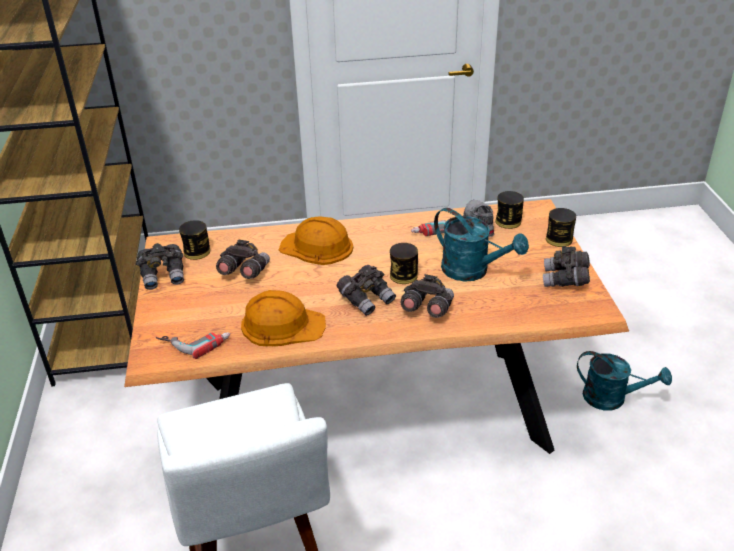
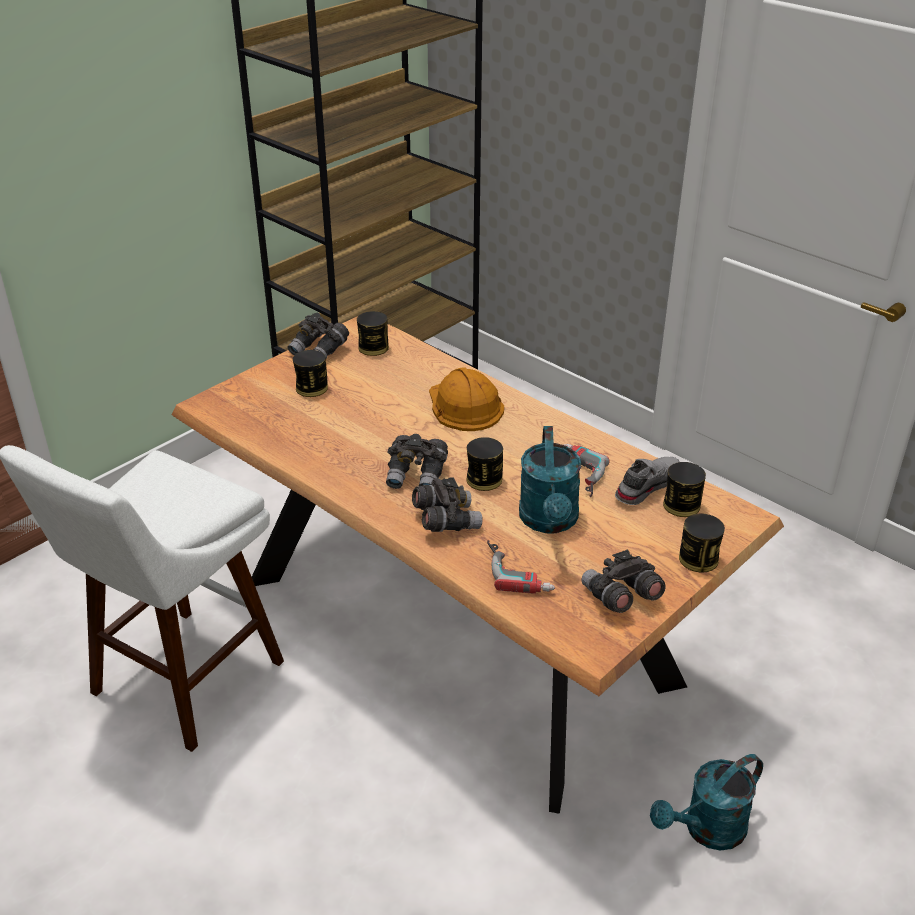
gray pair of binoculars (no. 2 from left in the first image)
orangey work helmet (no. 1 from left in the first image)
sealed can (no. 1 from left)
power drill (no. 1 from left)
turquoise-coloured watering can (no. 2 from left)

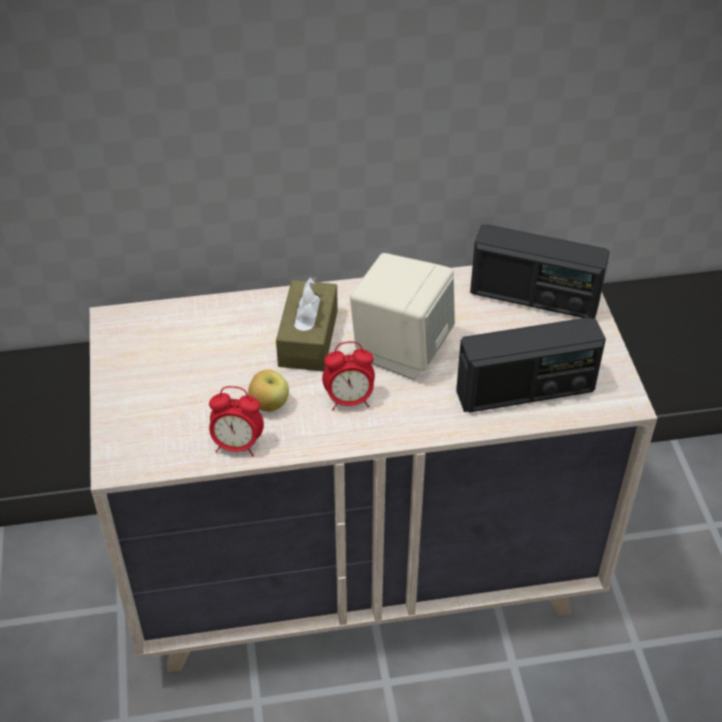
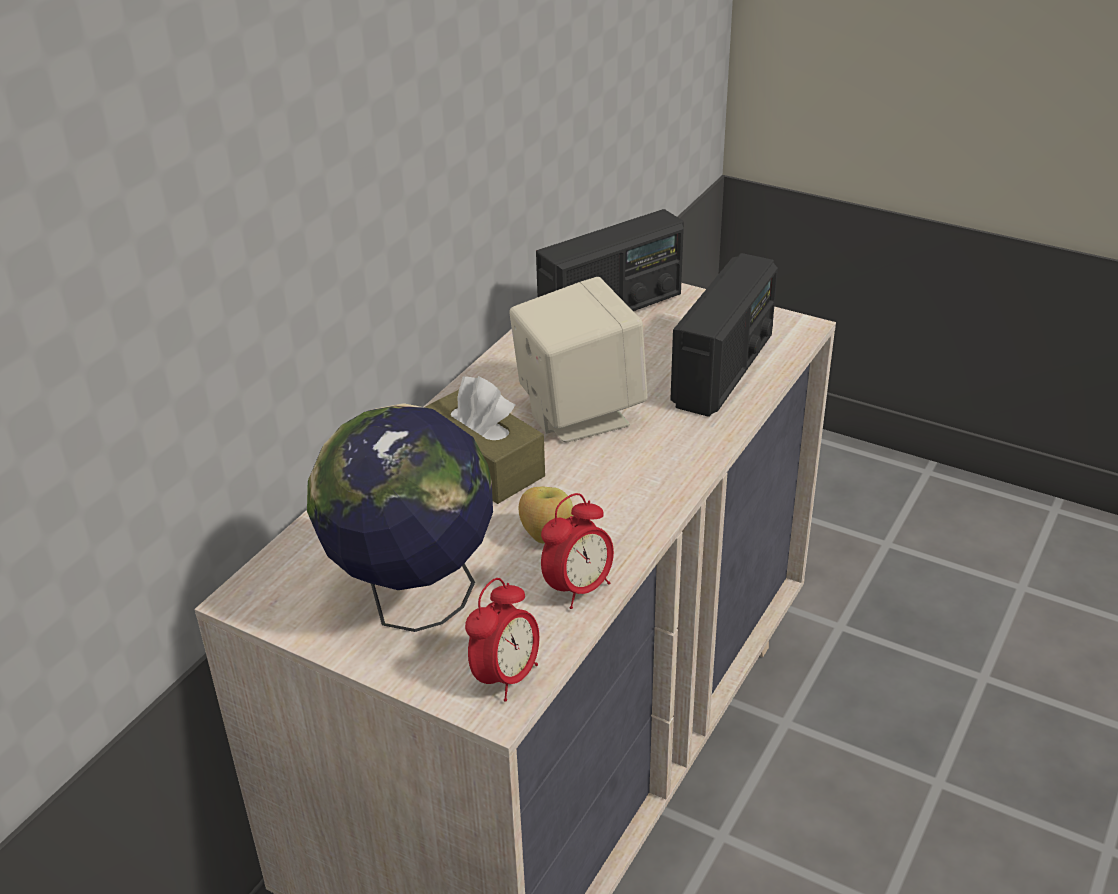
world globe
table clock (no. 1 from left)

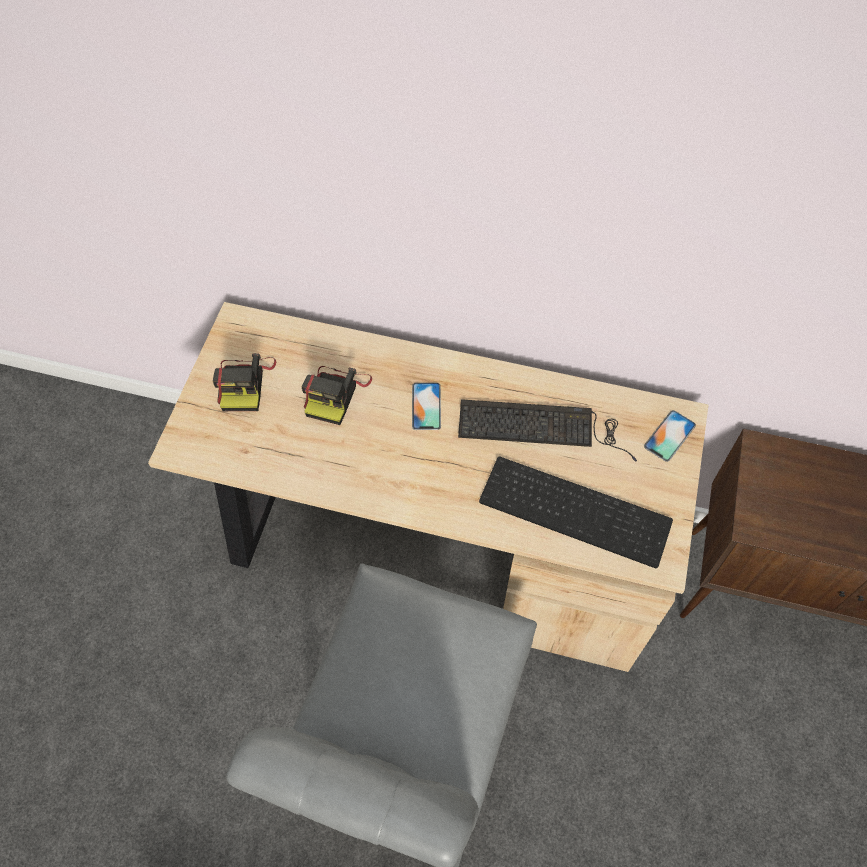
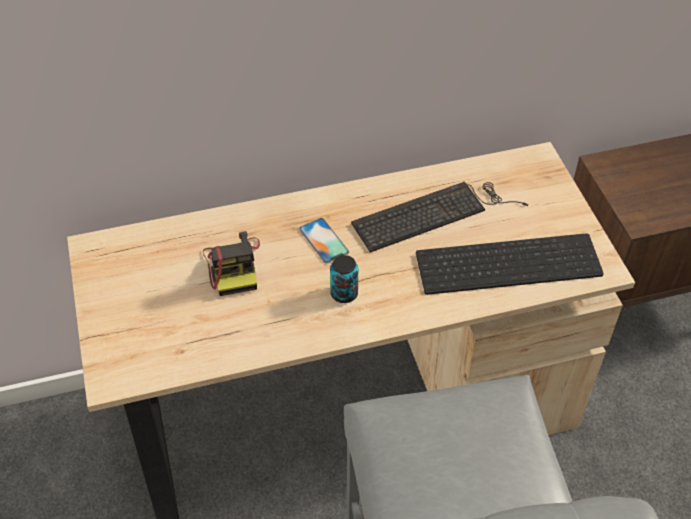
still camera (no. 1 from left in the first image)
telephone (no. 2 from left in the first image)
sealed can

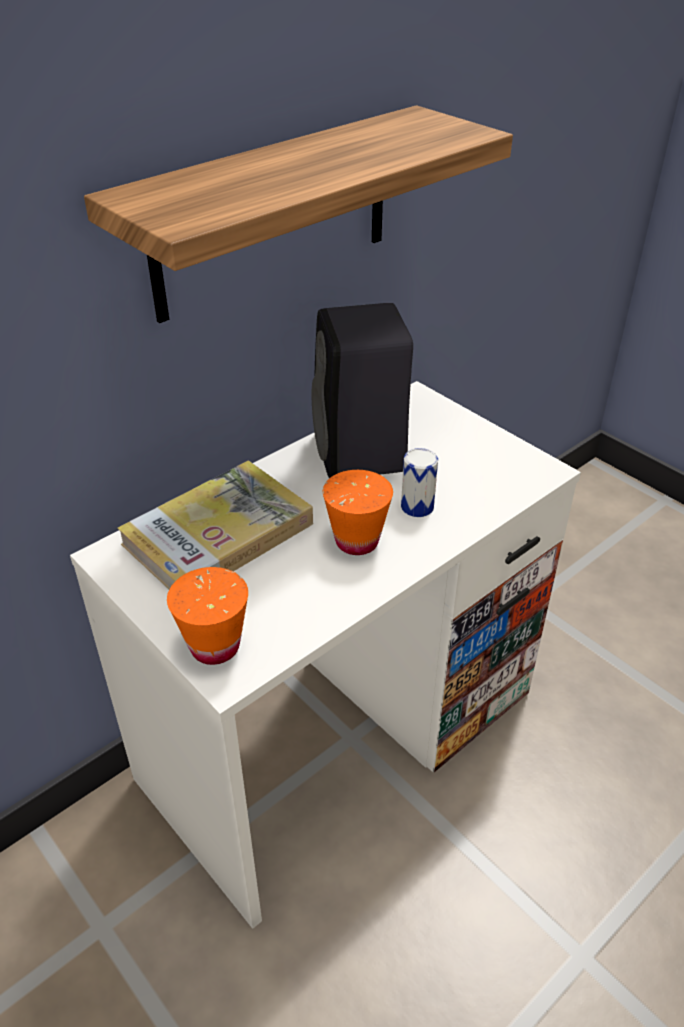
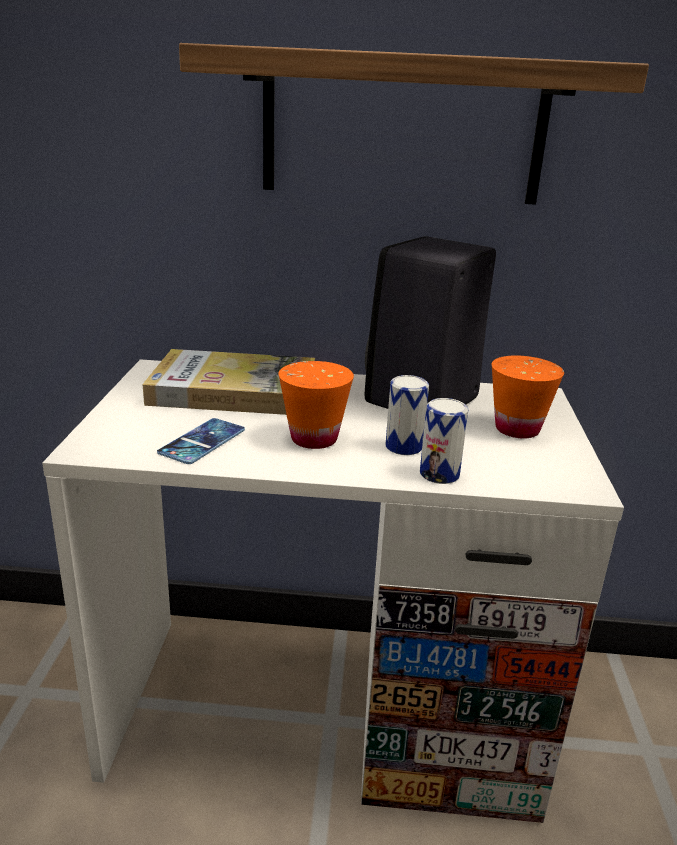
telephone
sealed can (no. 2 from left)
orangey drinking cup (no. 2 from left)

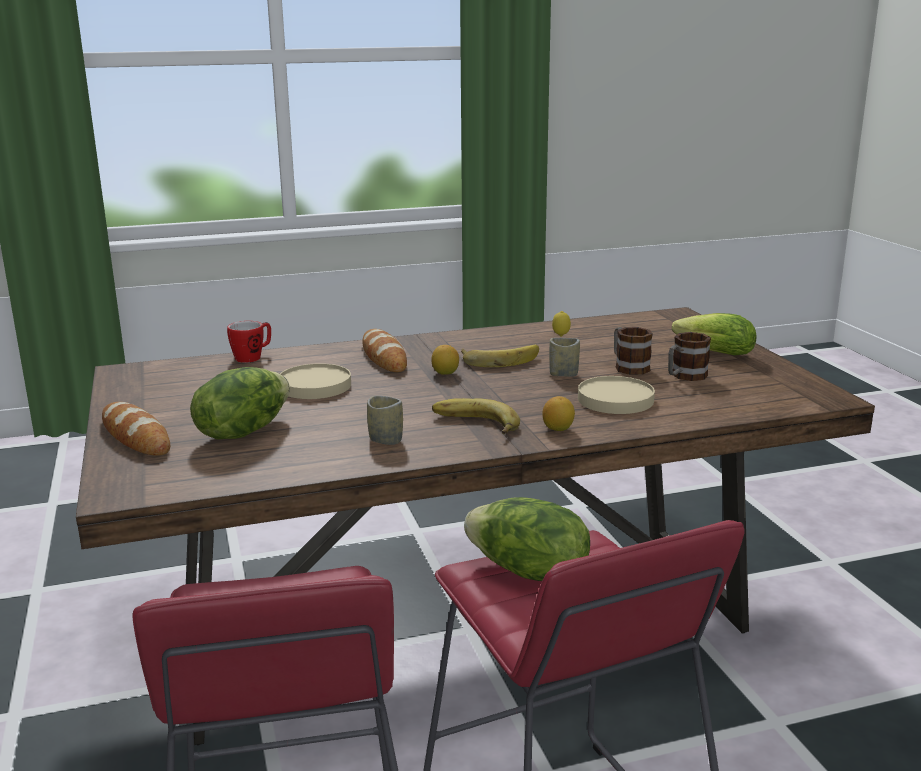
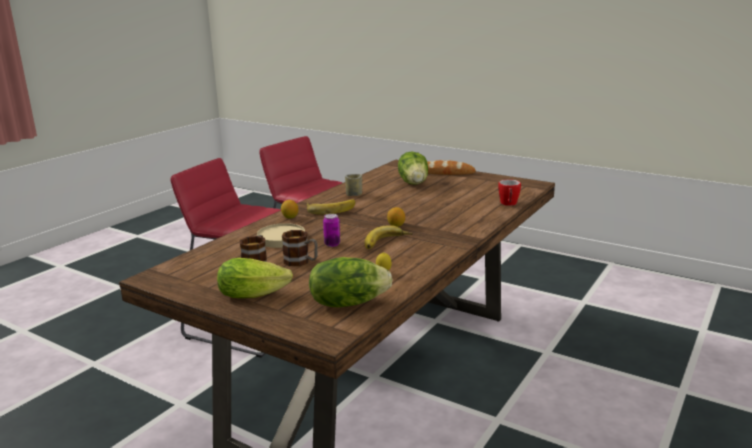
beige-coloured plate (no. 1 from left in the first image)
bakery bread (no. 2 from left in the first image)
lettuce head (no. 2 from left)
sealed can

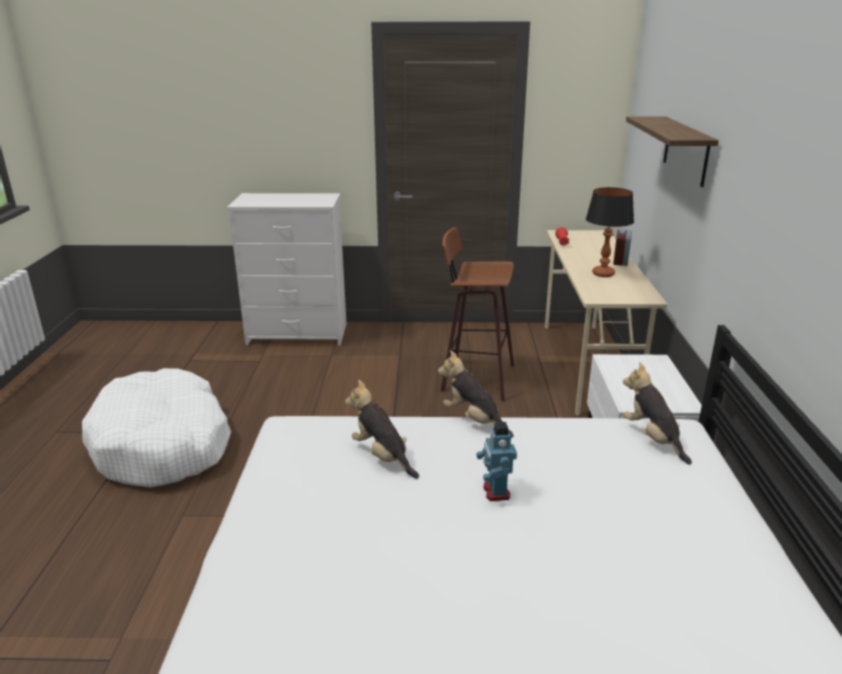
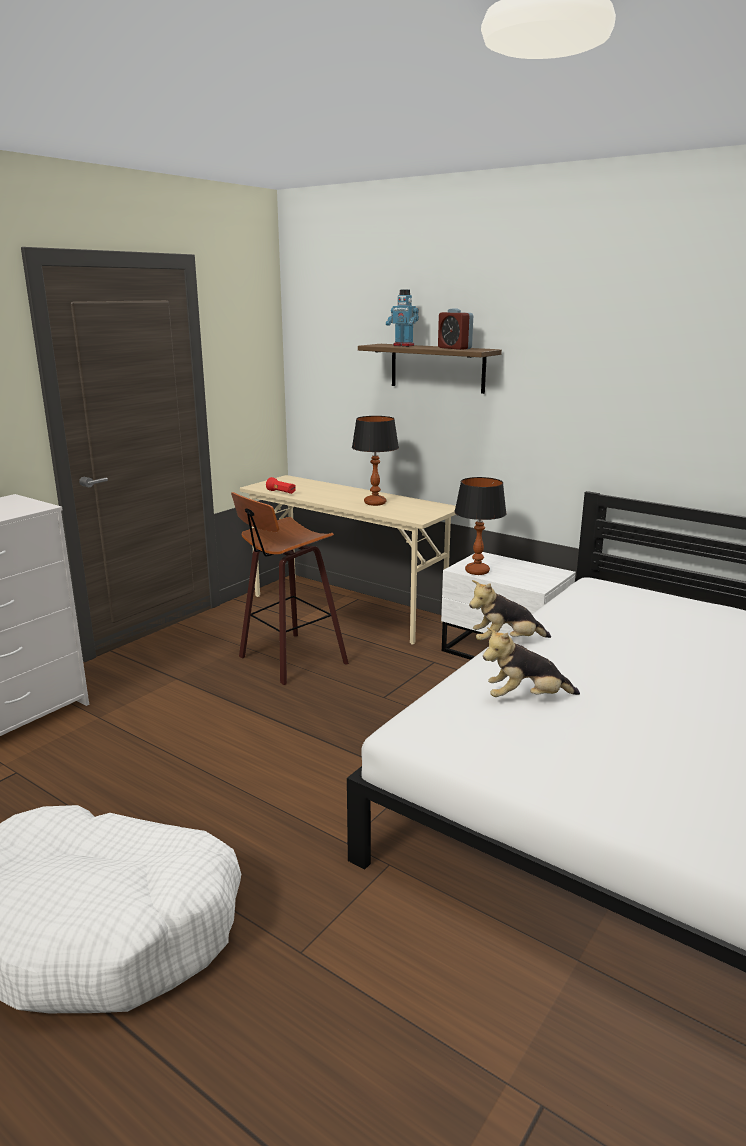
soft toy (no. 3 from left in the first image)
lamp for a table (no. 2 from left)
model robot
table clock

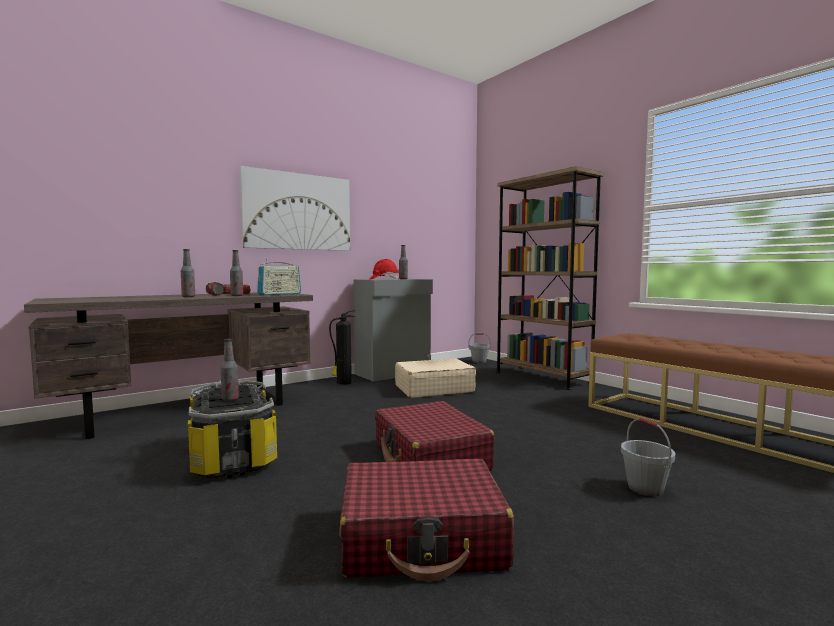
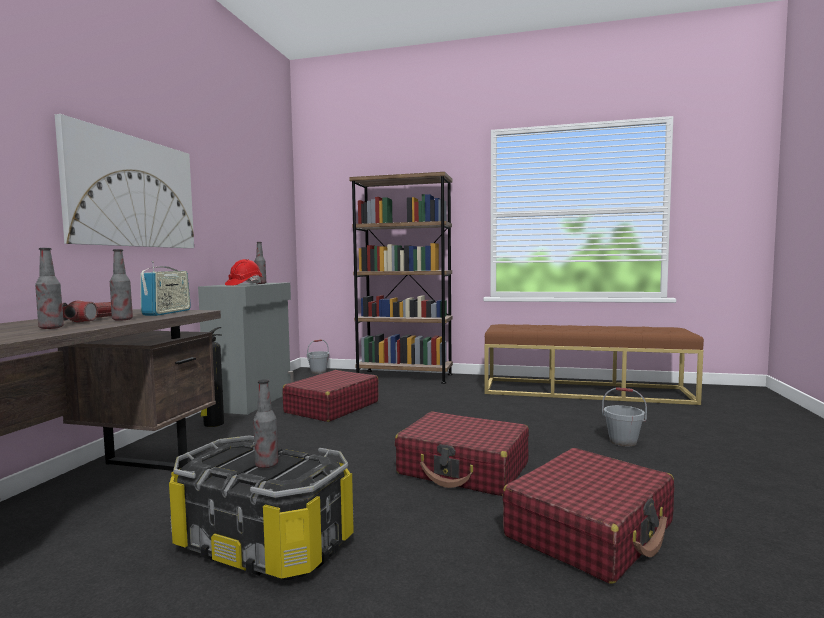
red-coloured travel case (no. 1 from left)

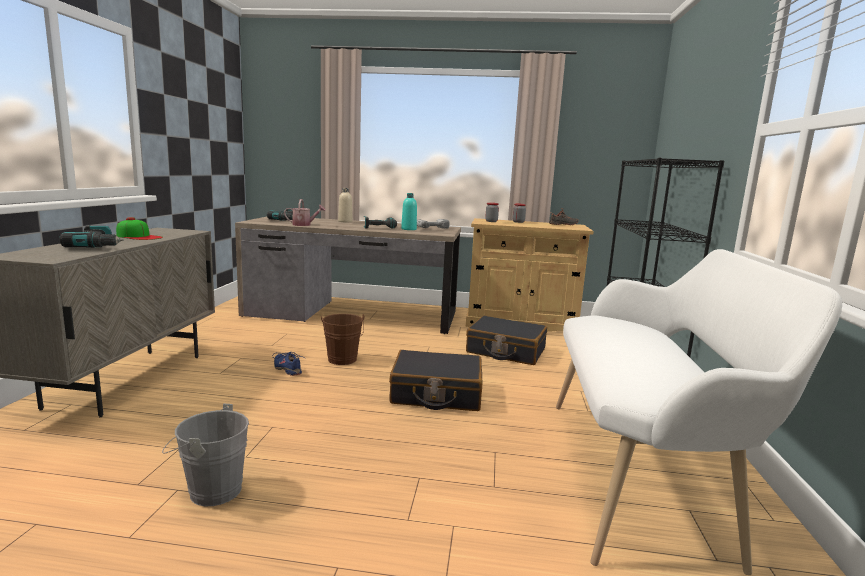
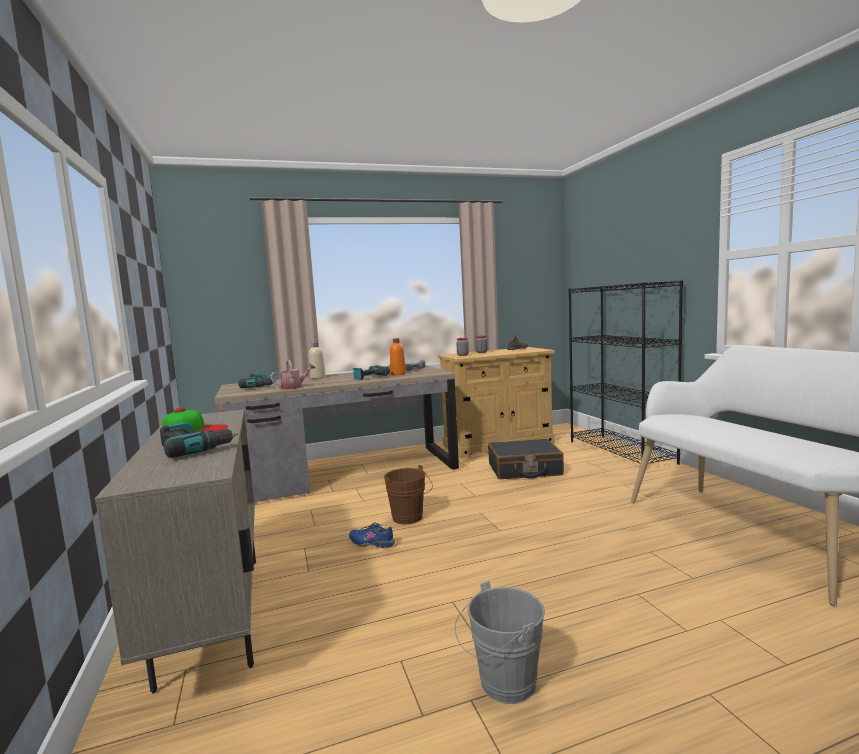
black travel case (no. 1 from left in the first image)
orangey bottle

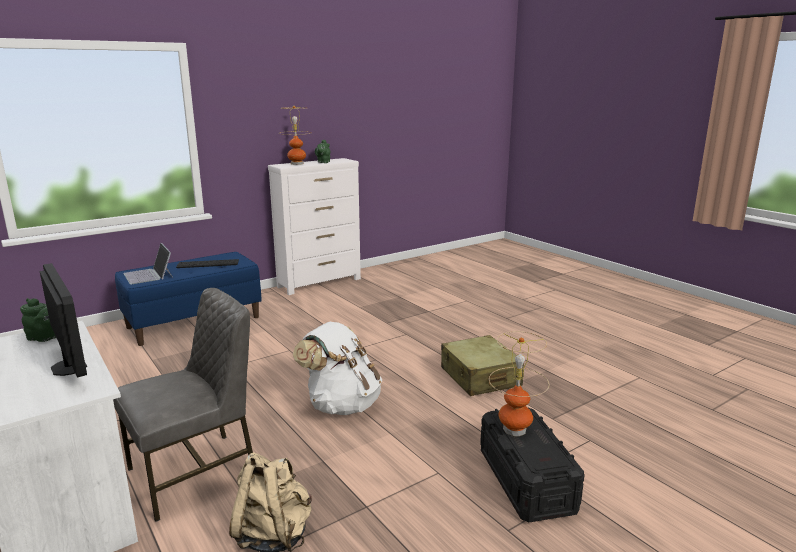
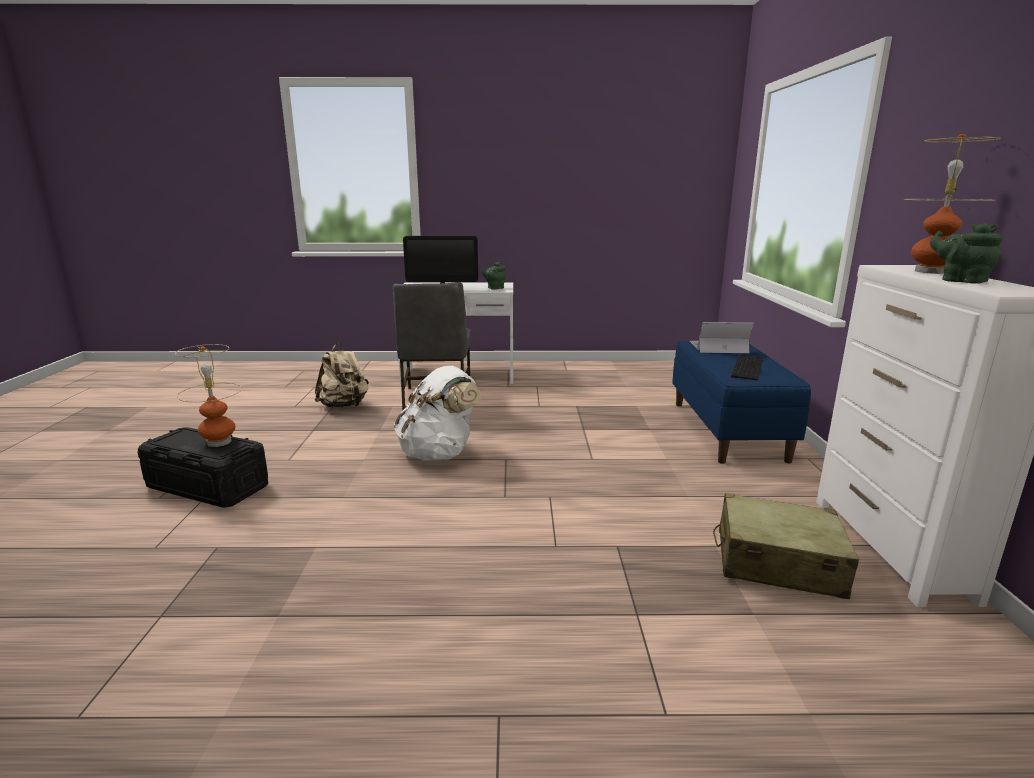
beige-coloured travel case

